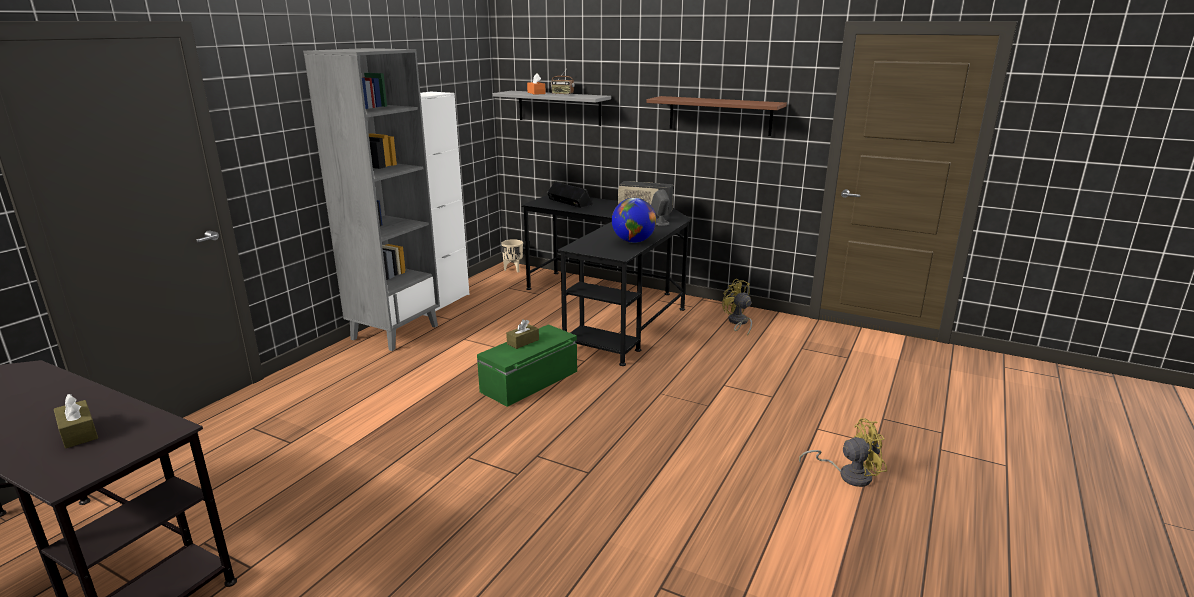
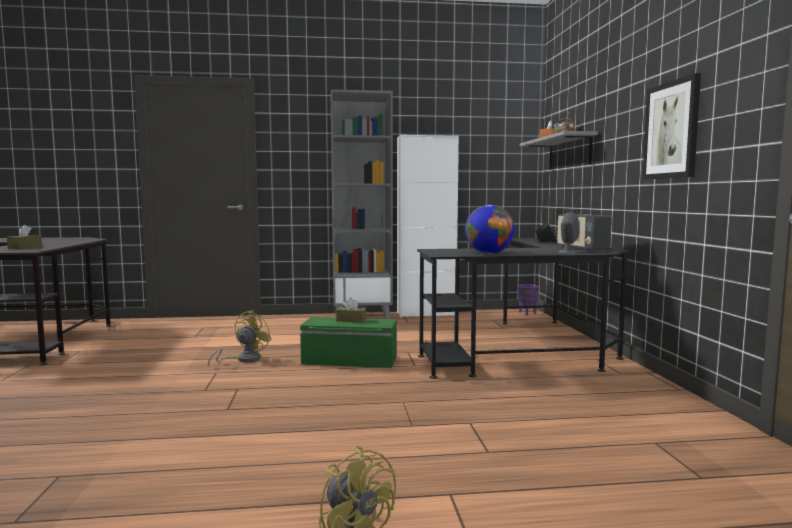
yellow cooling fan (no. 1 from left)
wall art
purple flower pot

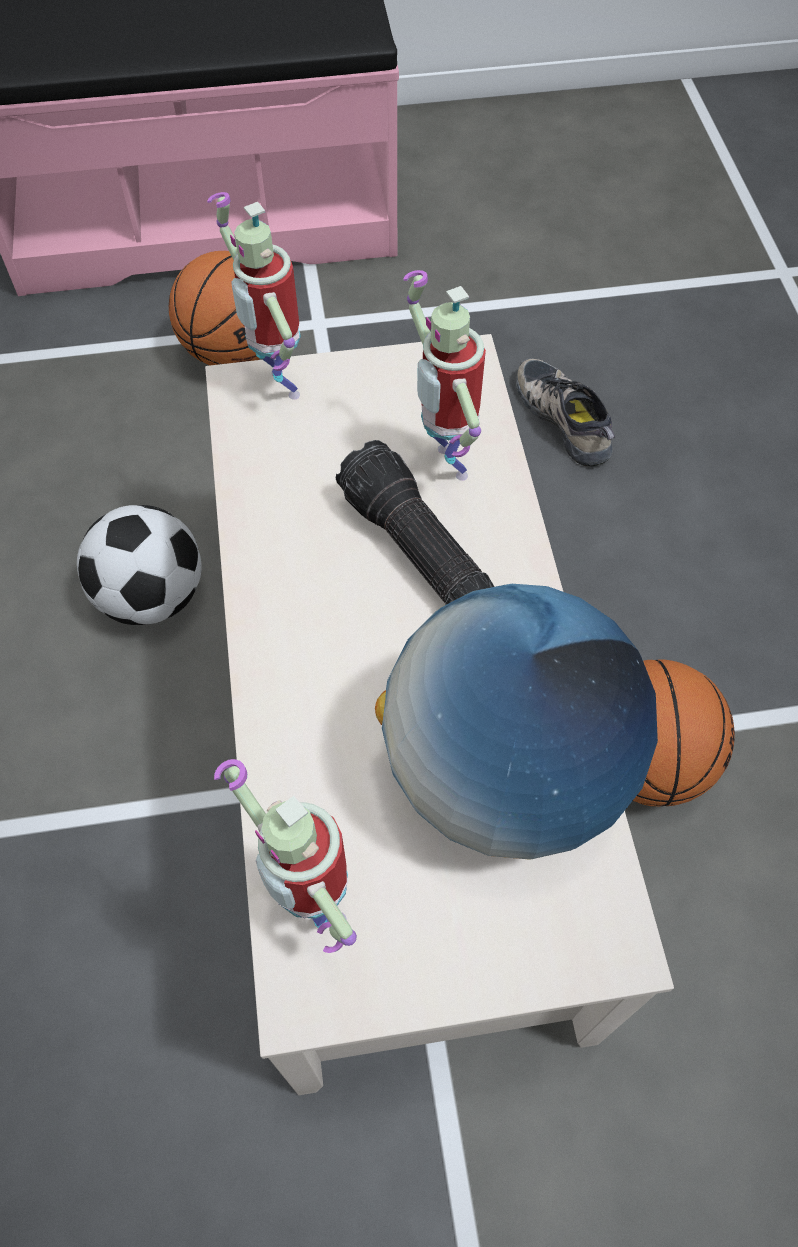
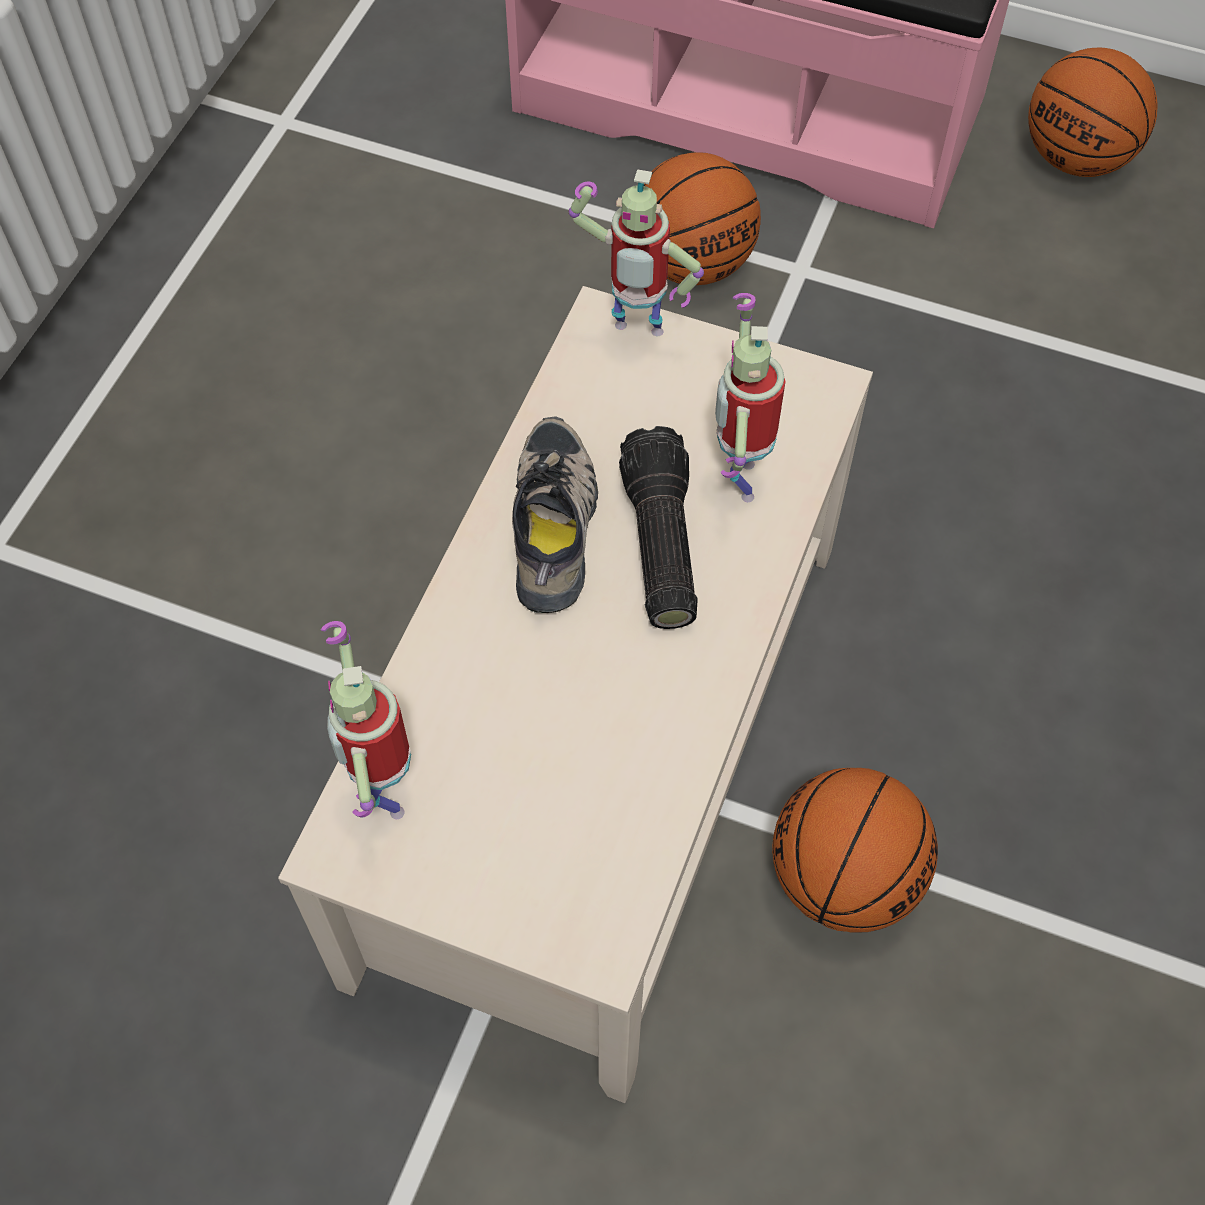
football ball
world globe
basketball (no. 3 from left)
low shoe
model robot (no. 2 from left)

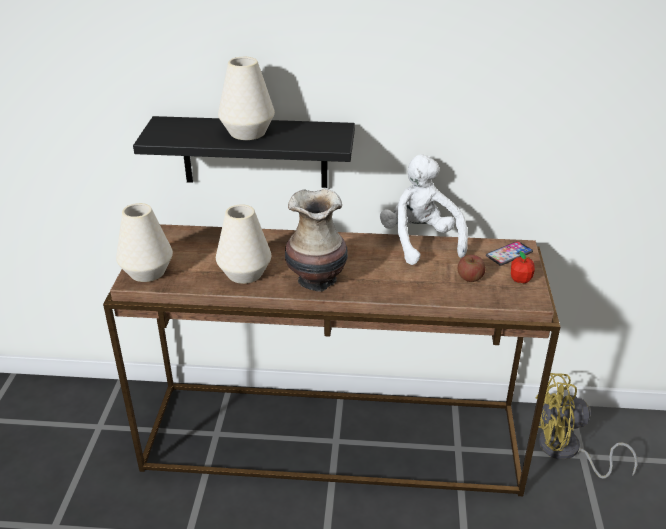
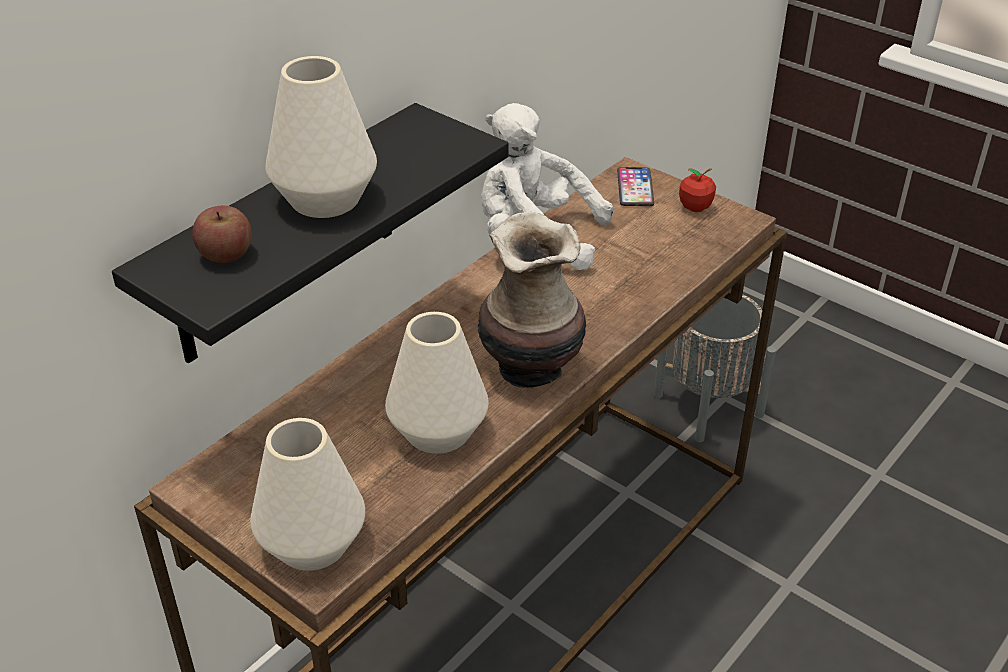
whole apple (no. 1 from left)
gray flower pot

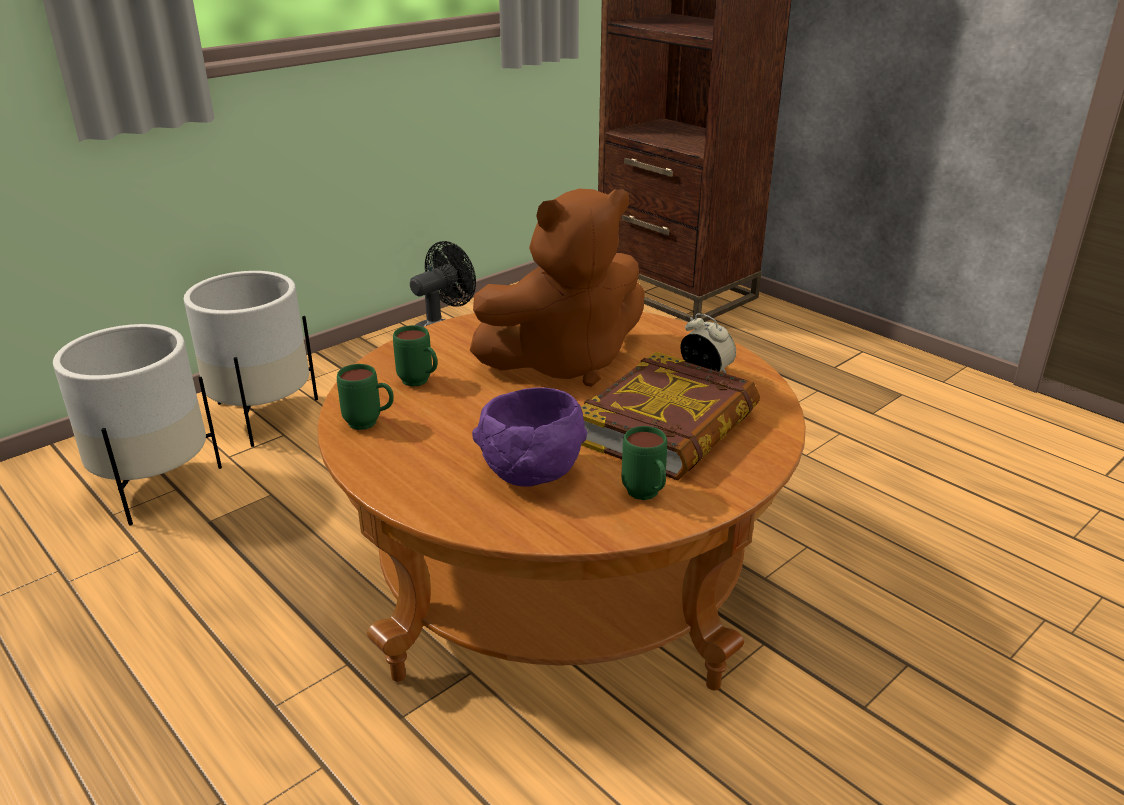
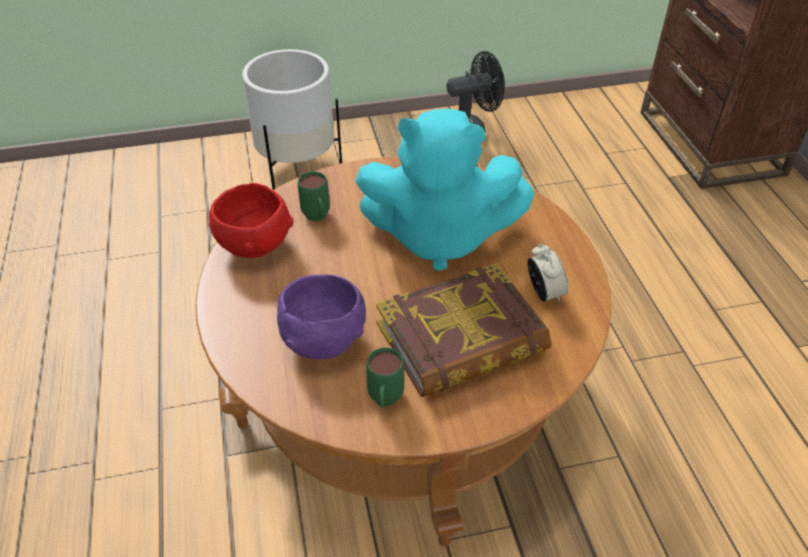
whitish flower pot (no. 1 from left in the first image)
red-coloured serving bowl
turquoise-coloured soft toy

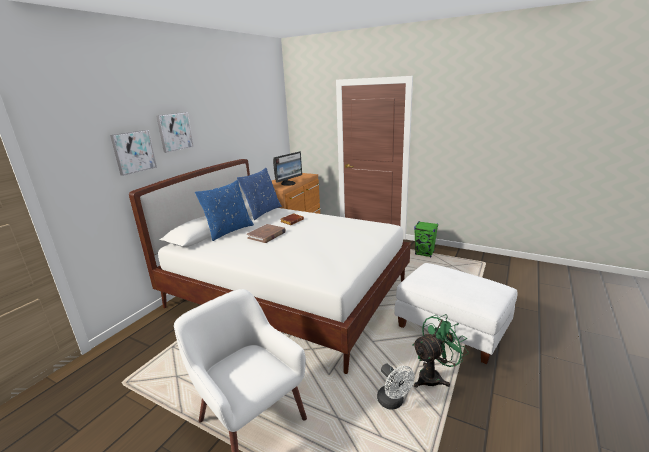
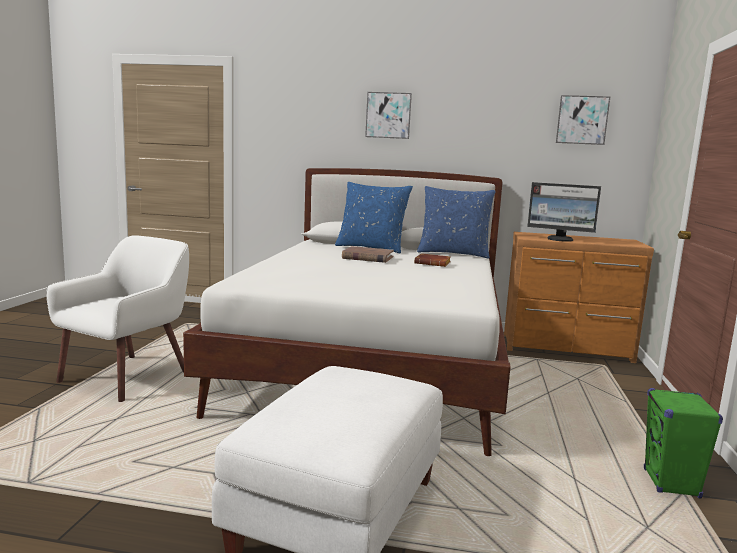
whitish cooling fan
green-coloured cooling fan
wall art (no. 2 from left)

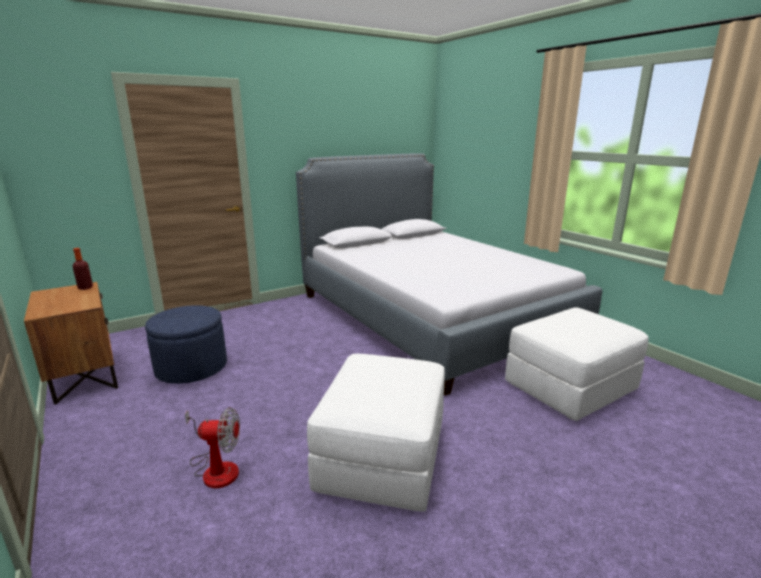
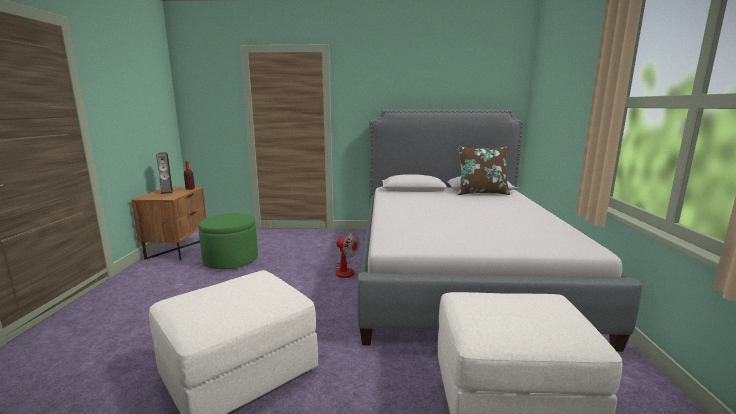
loudspeaker
brown-coloured pillow
cooling fan
green-coloured ottoman

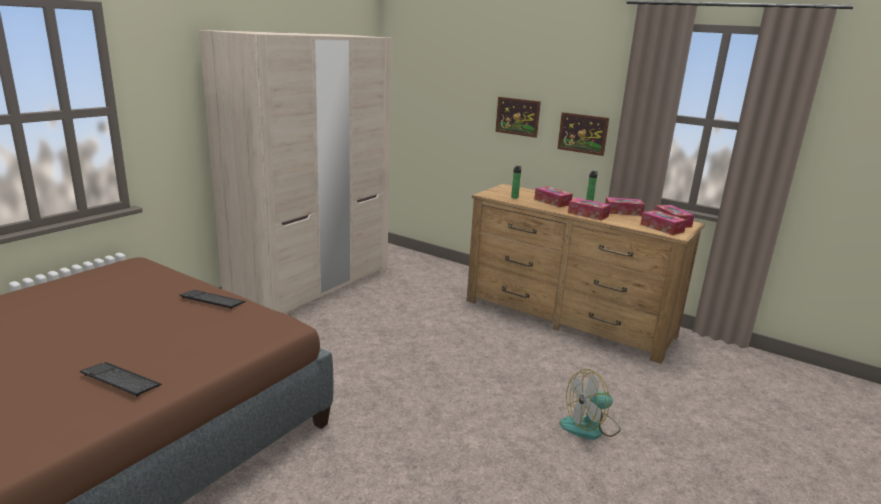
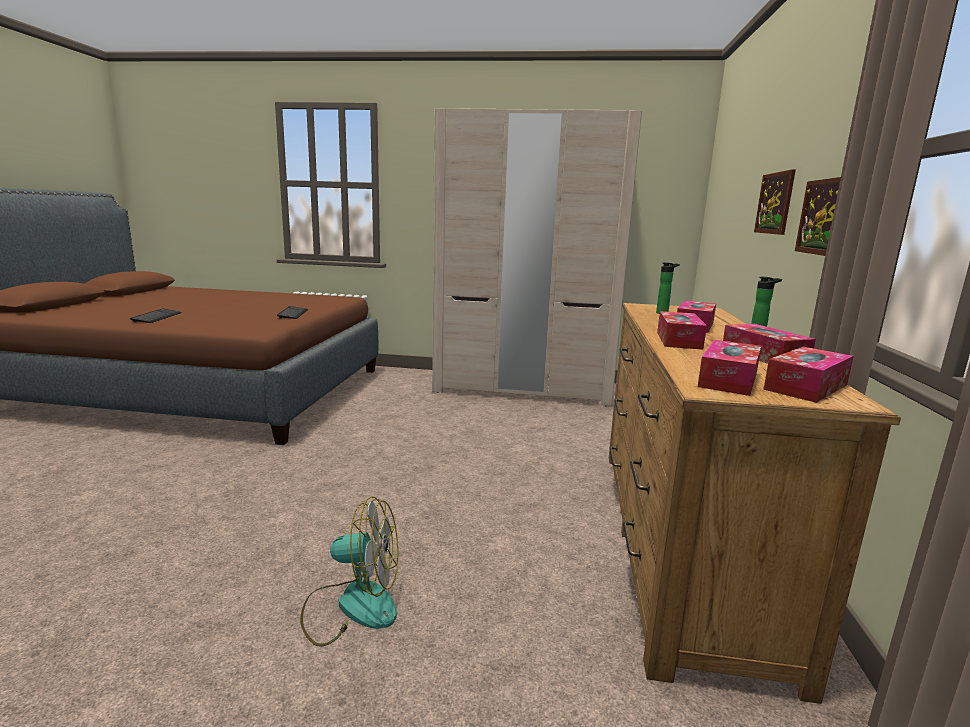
cooling fan

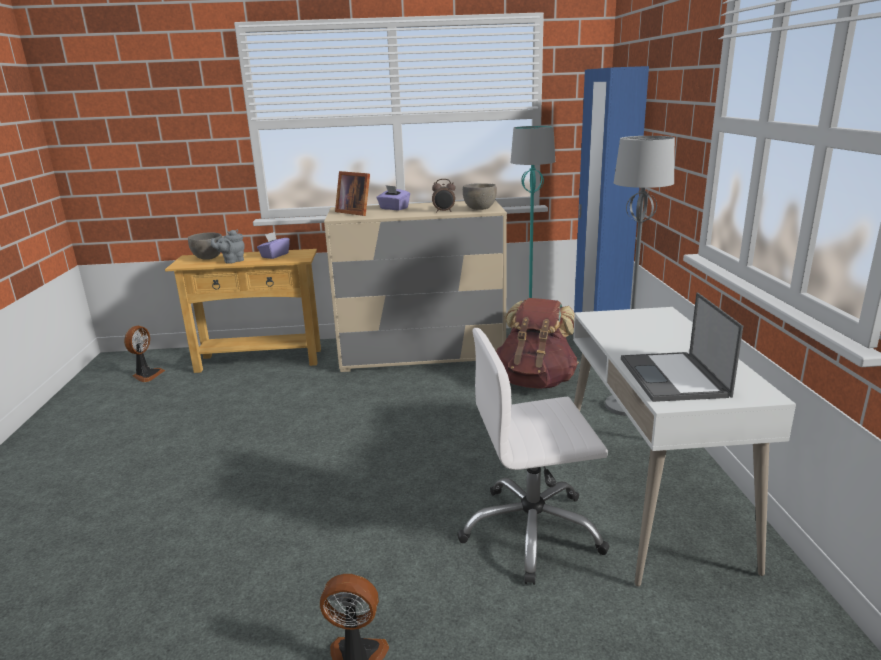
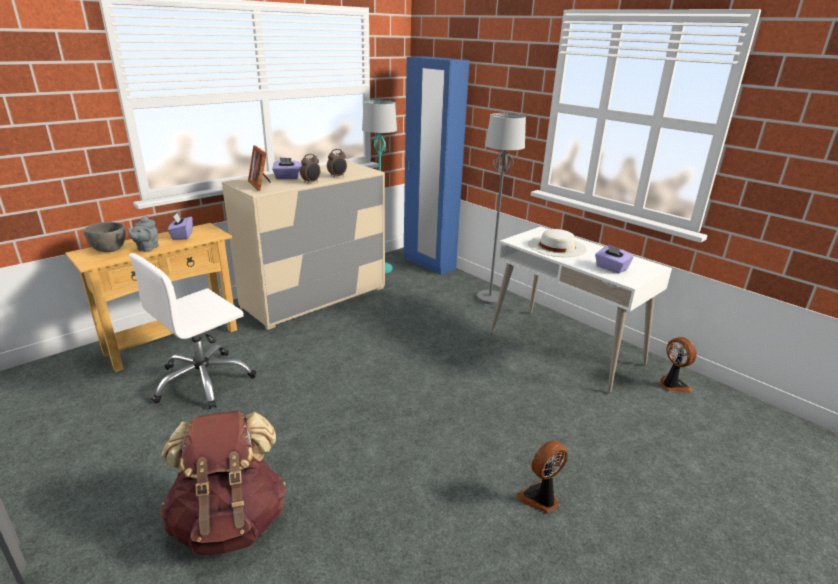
gray serving bowl (no. 2 from left in the first image)
table clock (no. 1 from left)
whitish hat
cooling fan (no. 2 from left)
whitish computer chair
brown-coloured rucksack
purple tissue box (no. 3 from left)
photo frame

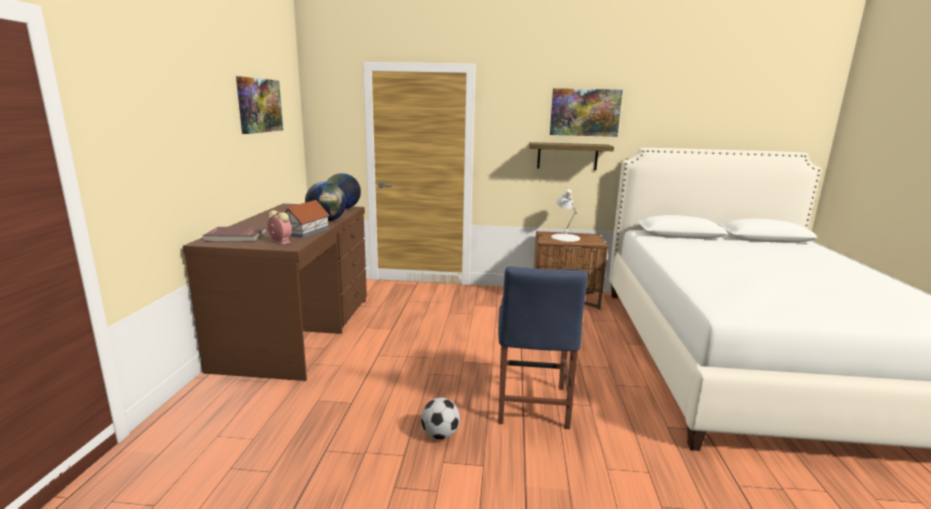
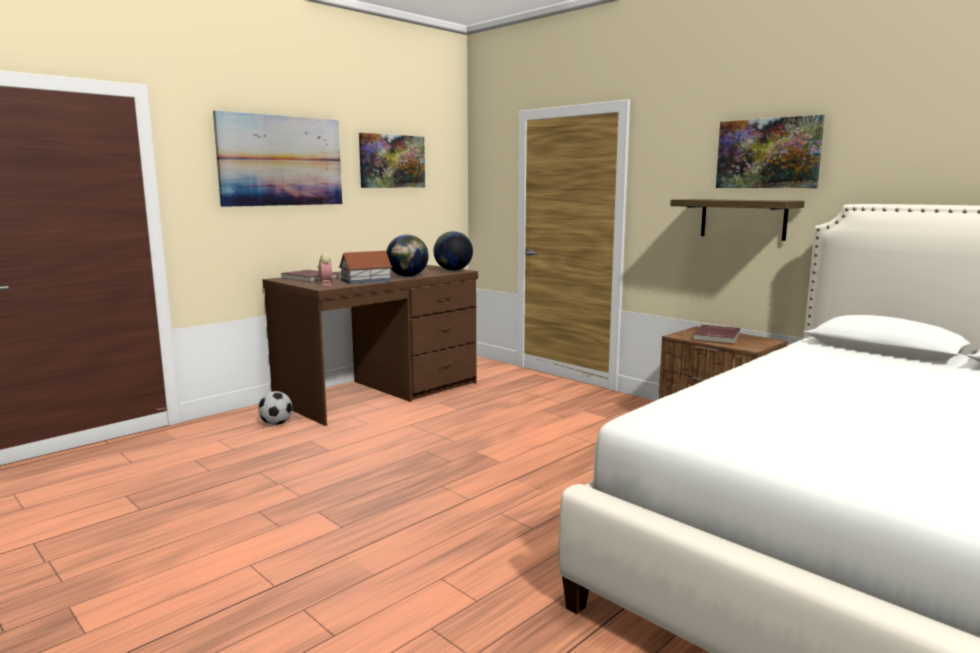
blue-coloured plain chair
wall art (no. 1 from left)
football ball
red-coloured volume (no. 2 from left)

